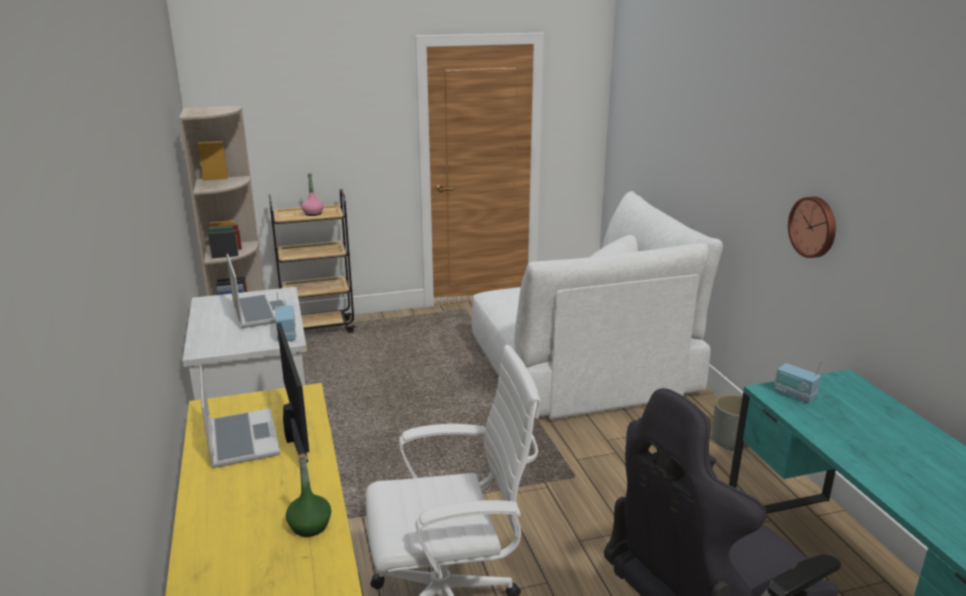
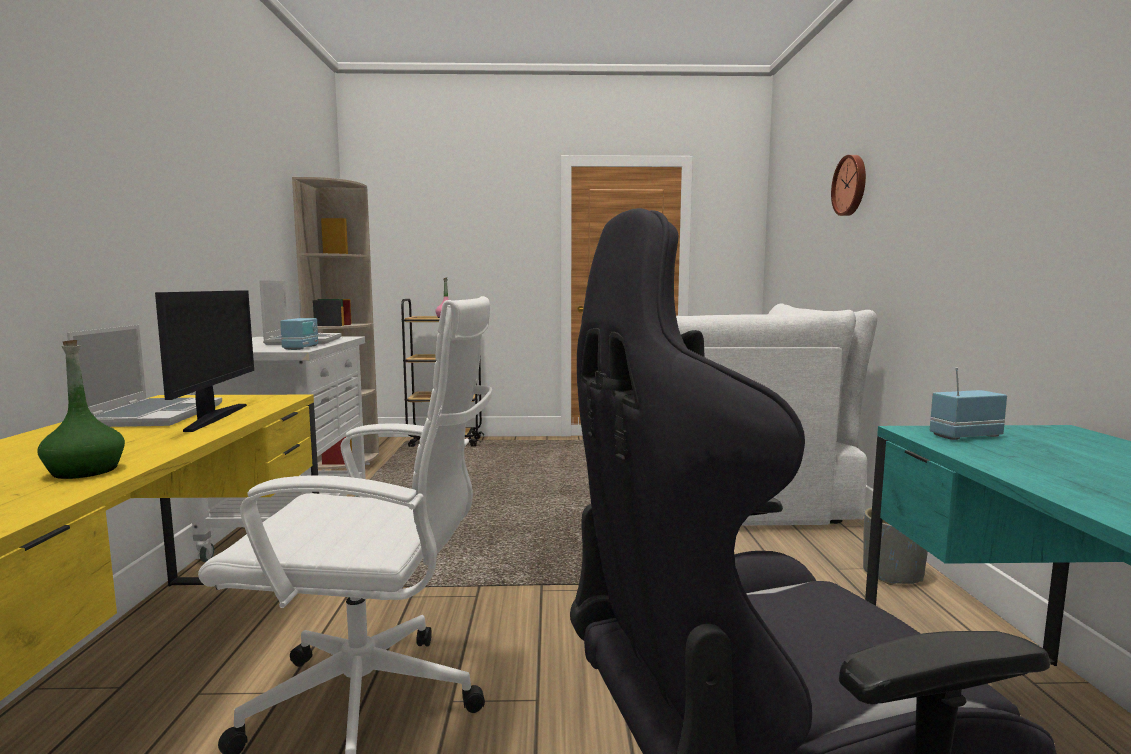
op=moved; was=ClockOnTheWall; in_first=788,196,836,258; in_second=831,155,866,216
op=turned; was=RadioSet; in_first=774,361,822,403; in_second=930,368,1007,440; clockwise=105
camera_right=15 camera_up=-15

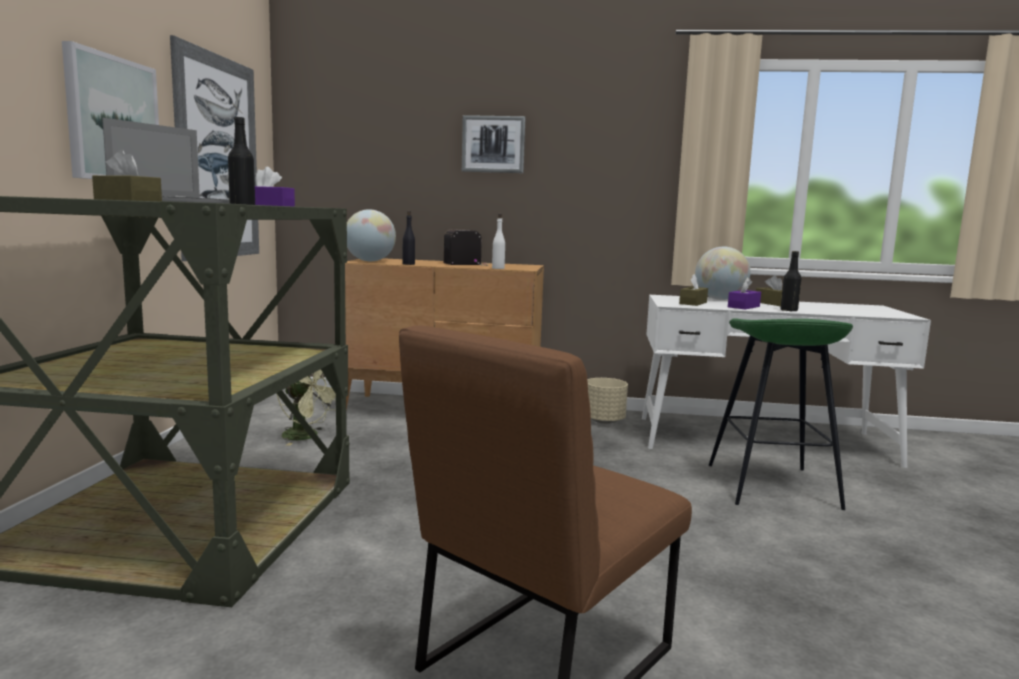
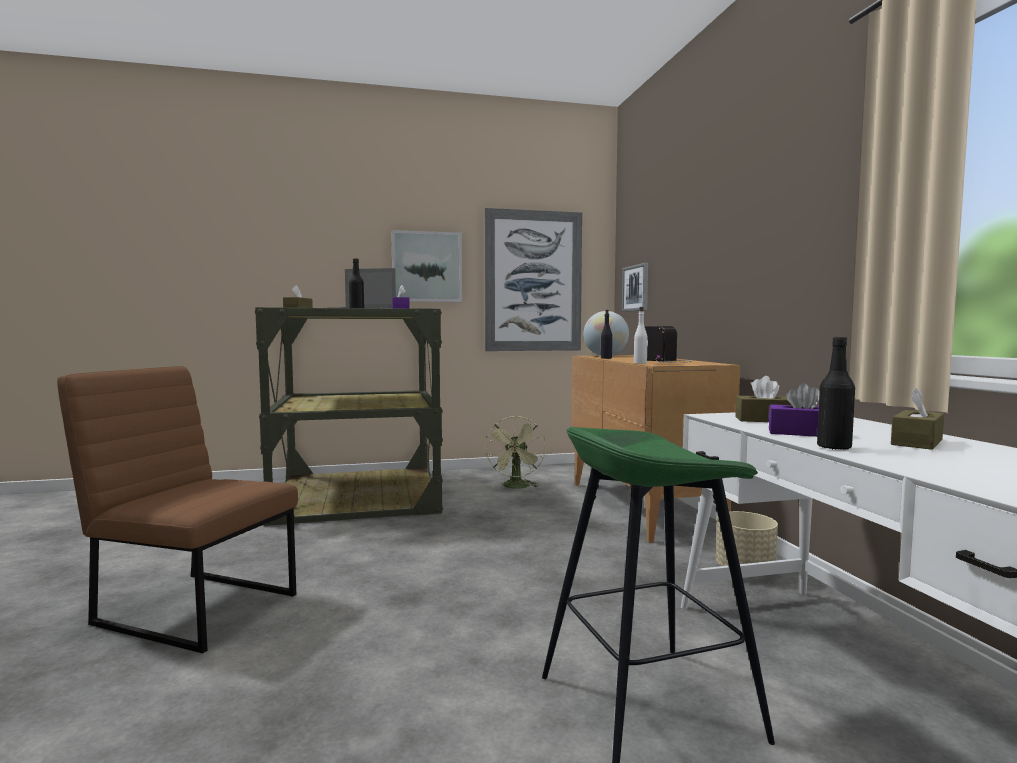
op=moved; was=Picture; in_first=462,115,525,173; in_second=622,263,648,312
op=removed; was=WorldGlobe; in_first=695,247,750,300
camera_right=70 camera_up=-5

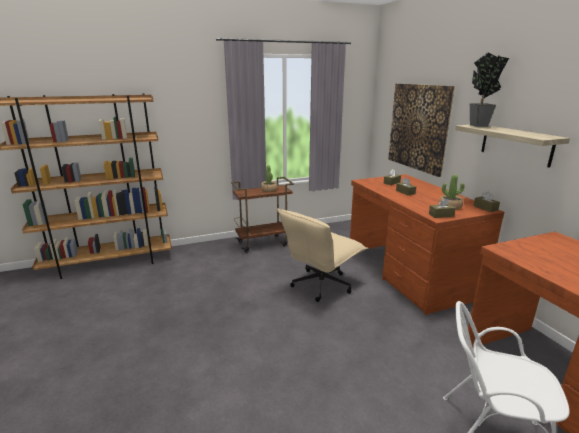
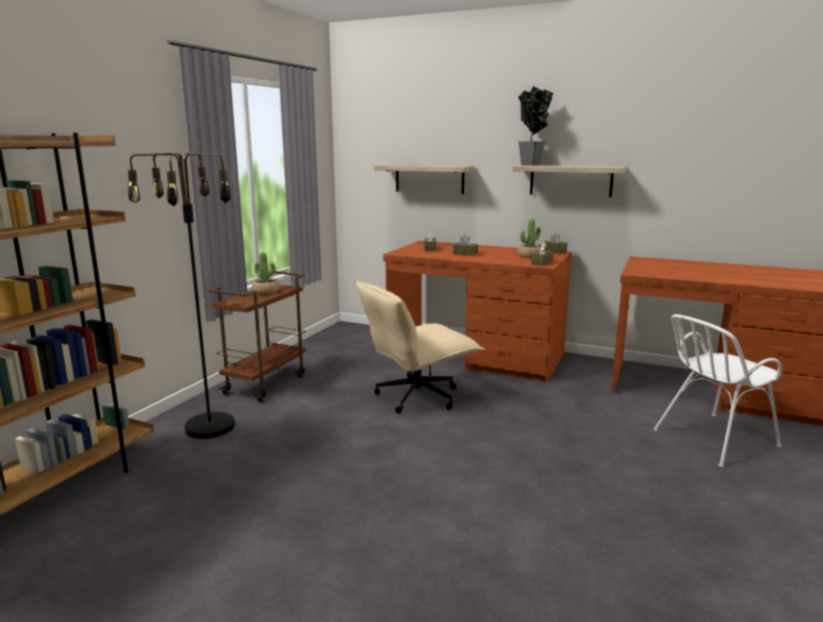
op=added; now=StandingLamp; in_second=128,153,235,439
op=turned; was=BeigeColouredOfficeChair; in_first=277,209,368,302; in_second=355,280,485,414; clockwise=60
op=replaced; was=Picture; now=BracketShelf; in_first=388,84,455,177; in_second=374,164,474,194
camera_right=-45 camera_up=-5

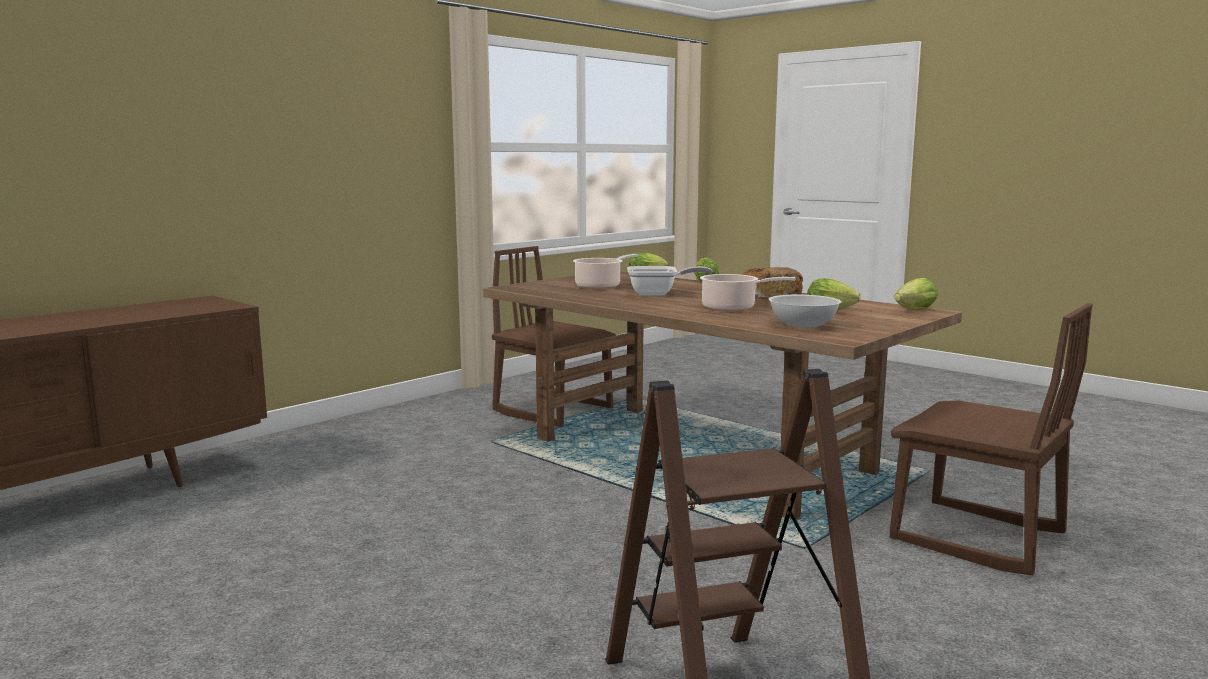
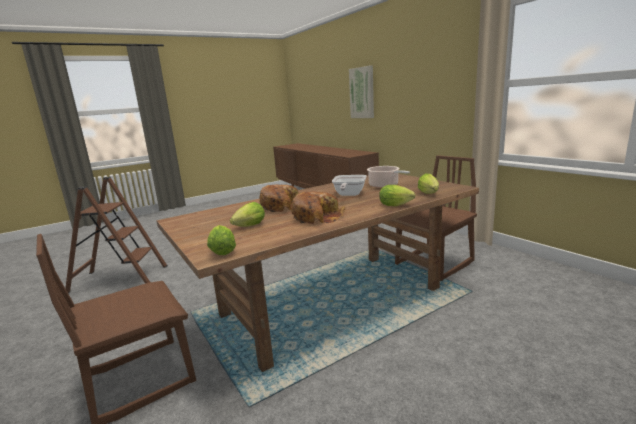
op=replaced; was=CookingPot; now=BakedBread; in_first=700,274,796,312; in_second=259,184,298,212
op=added; now=Picture; in_second=349,65,374,118
op=removed; was=WhiteColouredDeepDish; in_first=769,295,842,328
camera_right=105 camera_up=5

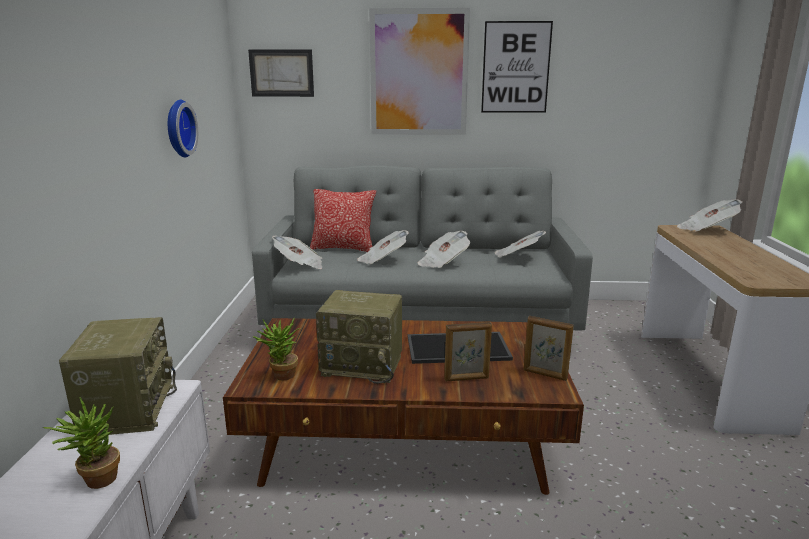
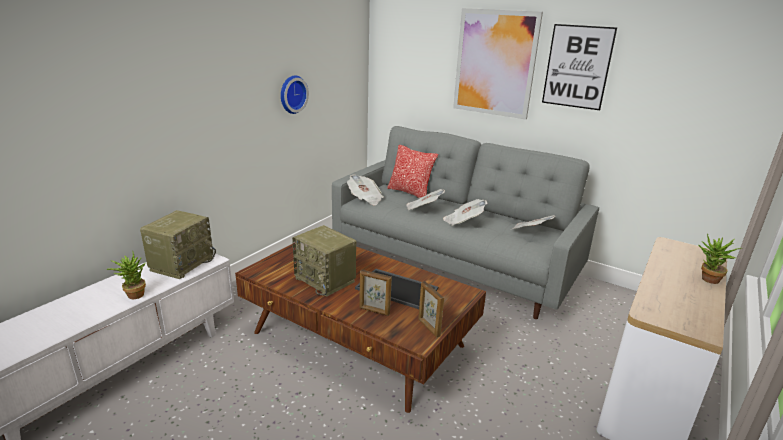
op=moved; was=PlantInAPot; in_first=253,319,300,380; in_second=698,234,741,284
op=removed; was=Picture; in_first=248,49,314,97
op=removed; was=PrintedPaper; in_first=677,199,743,231
camera_right=30 camera_up=5

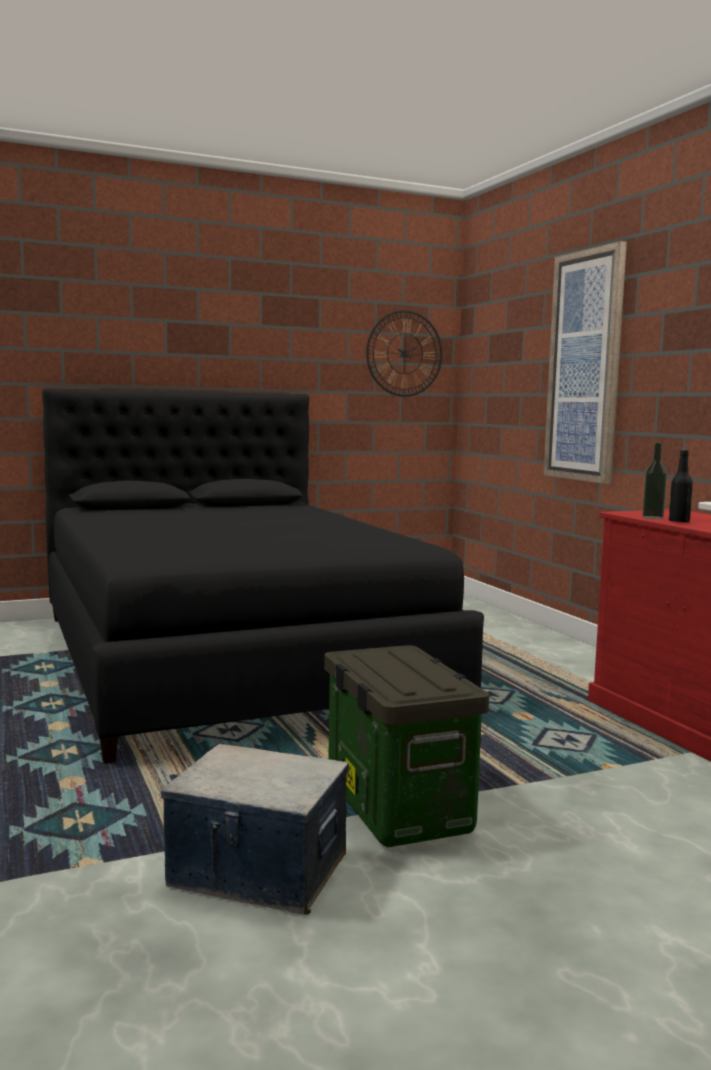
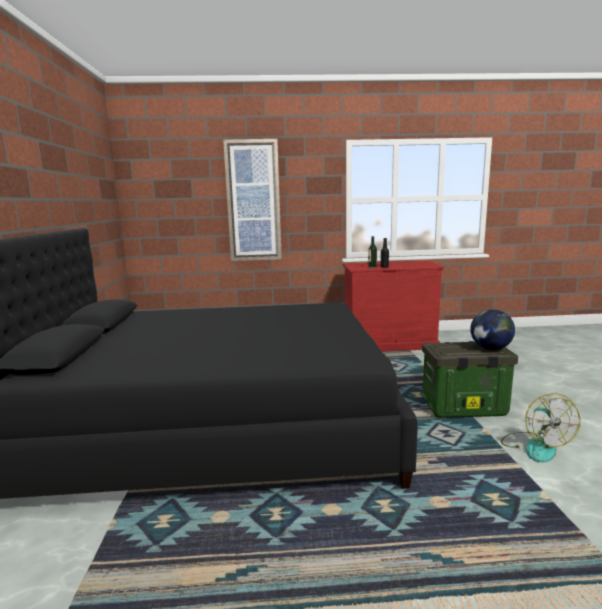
op=added; now=WorldGlobe; in_second=470,309,515,350
op=replaced; was=StorageBin; now=CoolingFan; in_first=161,744,349,915; in_second=501,393,580,462
op=removed; was=ClockOnTheWall; in_first=366,310,443,397
camera_right=-70 camera_up=5

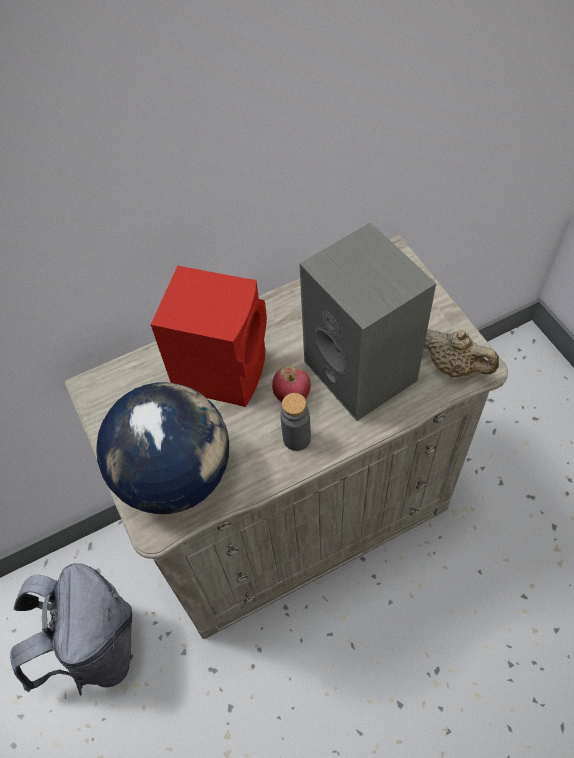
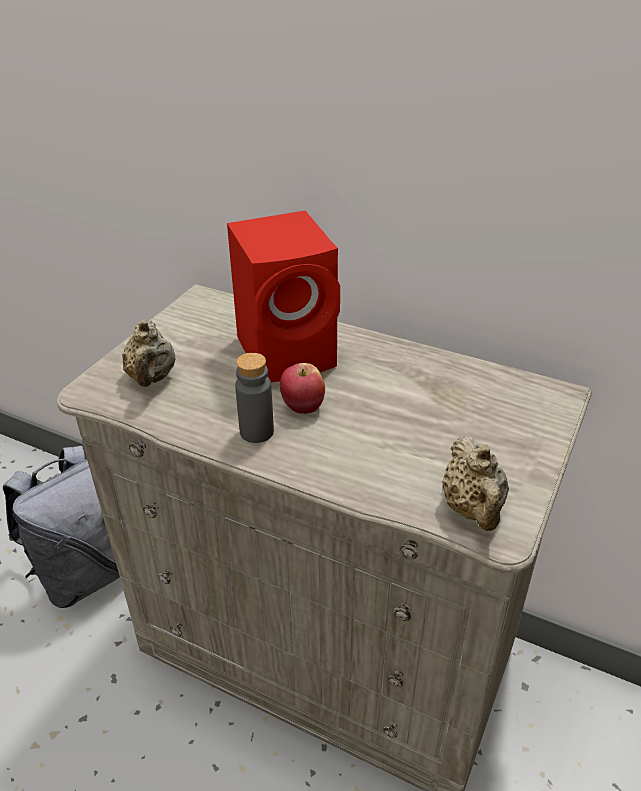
op=replaced; was=WorldGlobe; now=BeigeColouredTeapot; in_first=96,382,229,514; in_second=122,320,175,387
op=removed; was=GrayAudioSpeaker; in_first=299,222,436,421
camera_right=50 camera_up=-20

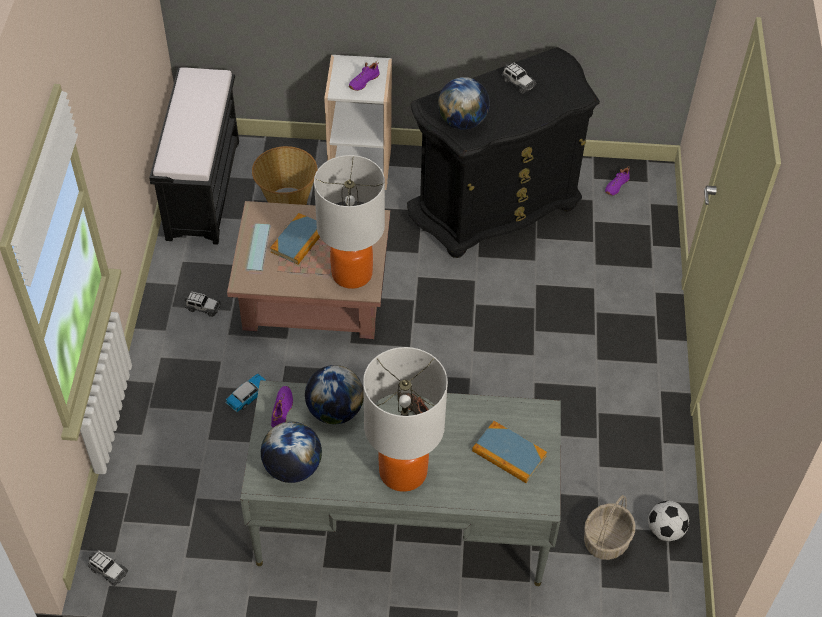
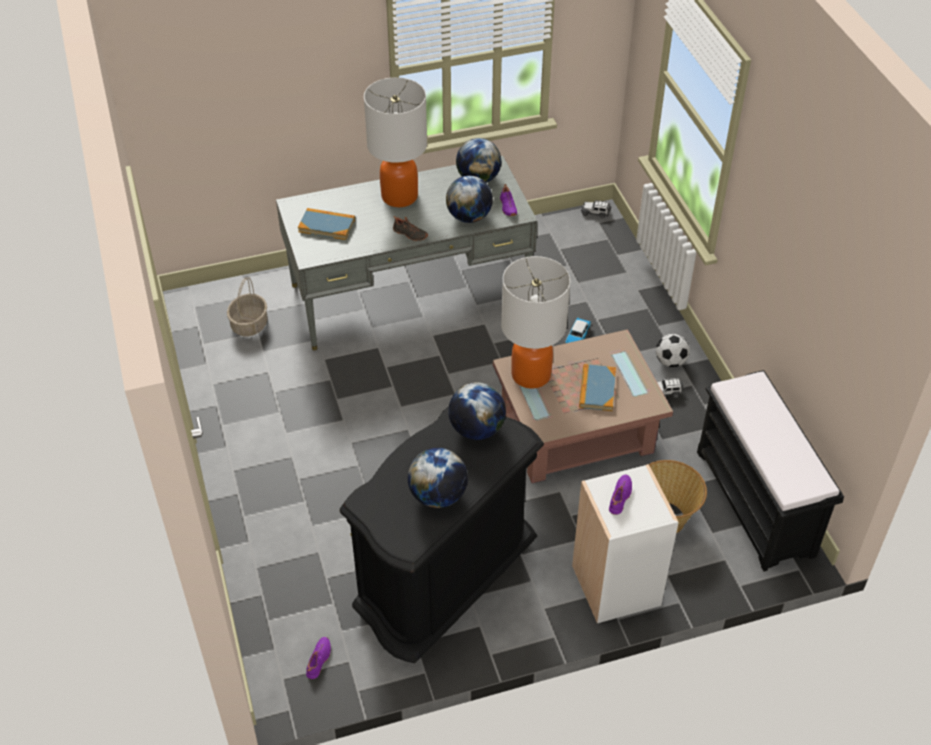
op=replaced; was=MiniatureCar; now=WorldGlobe; in_first=501,63,536,94; in_second=408,448,468,508
op=moved; was=Football; in_first=648,501,689,542; in_second=656,334,690,367
camera_right=160 camera_up=-5

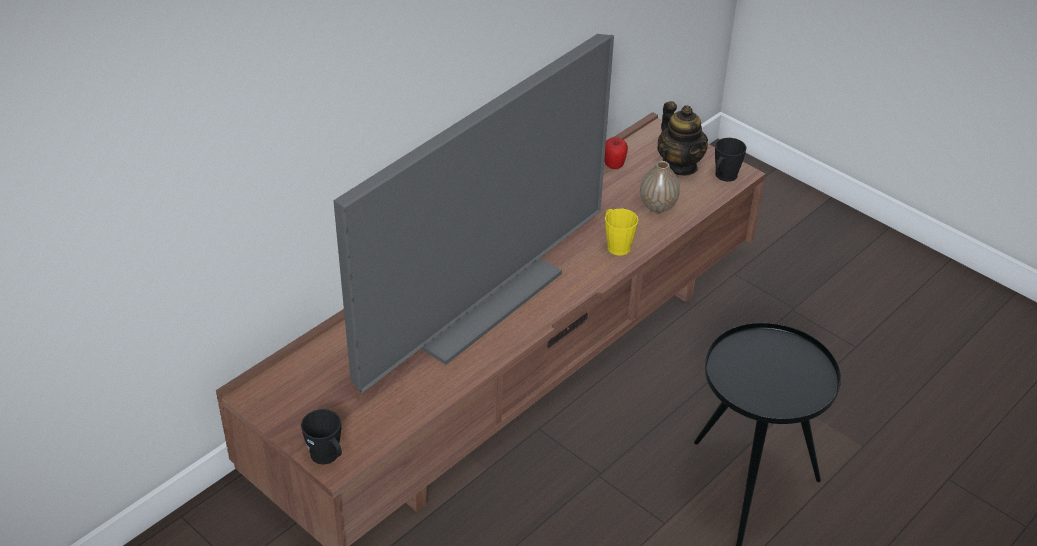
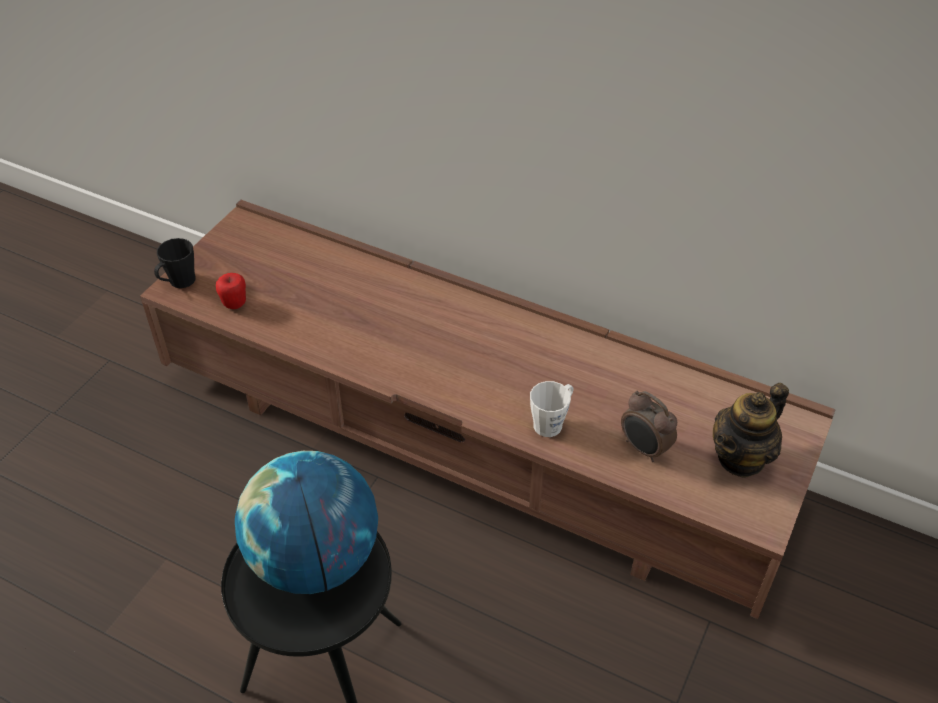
op=moved; was=WholeApple; in_first=604,137,628,169; in_second=216,273,246,309
op=added; now=WorldGlobe; in_second=235,451,378,594
op=recoloured; was=YellowTeaMug; now=WhiteColouredTeaMug; in_first=605,209,639,256; in_second=530,381,574,437
op=replaced; was=FlowerVase; now=TableClock; in_first=640,161,680,213; in_second=621,391,677,462
op=removed; was=Tv; in_first=333,34,614,394
op=removed; was=BlackColouredTeaMug; in_first=715,138,747,182
camera_right=75 camera_up=5

